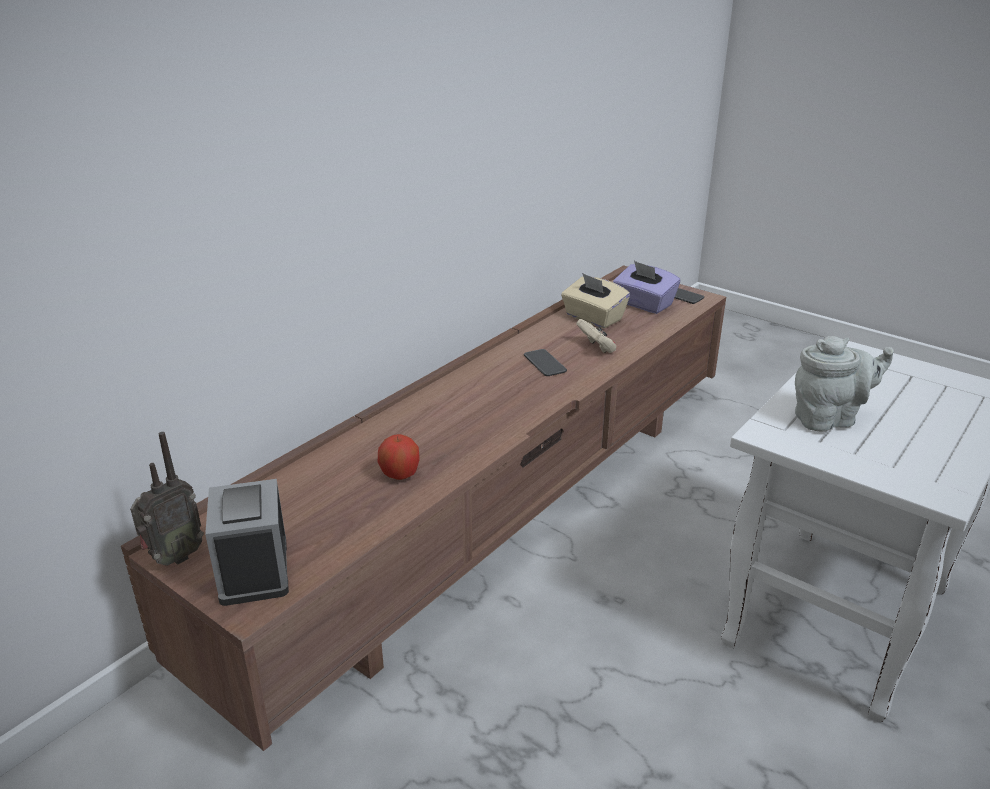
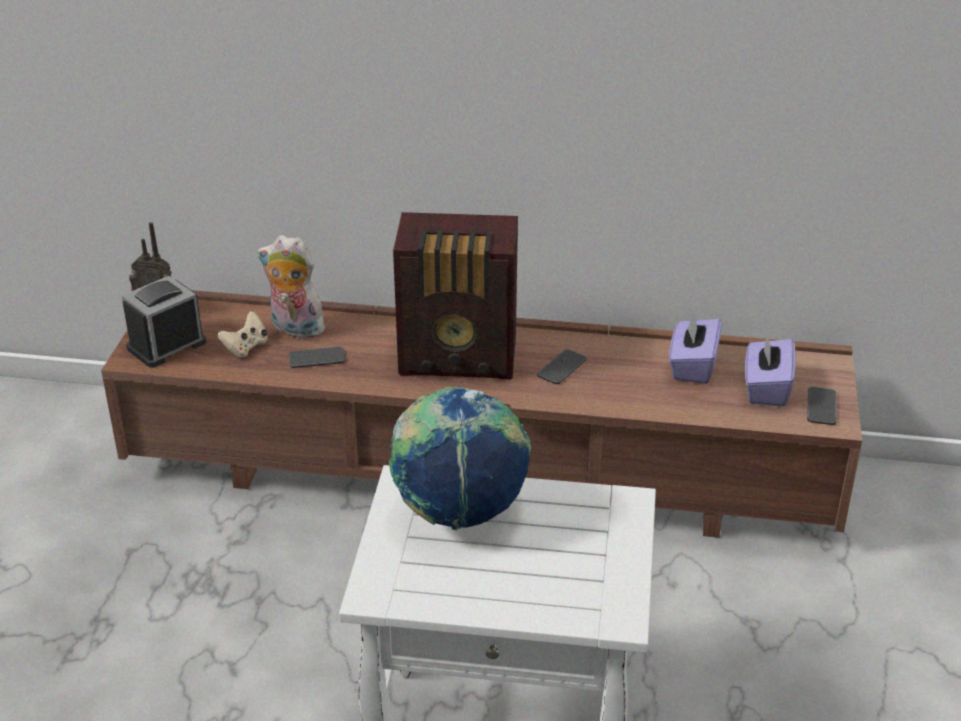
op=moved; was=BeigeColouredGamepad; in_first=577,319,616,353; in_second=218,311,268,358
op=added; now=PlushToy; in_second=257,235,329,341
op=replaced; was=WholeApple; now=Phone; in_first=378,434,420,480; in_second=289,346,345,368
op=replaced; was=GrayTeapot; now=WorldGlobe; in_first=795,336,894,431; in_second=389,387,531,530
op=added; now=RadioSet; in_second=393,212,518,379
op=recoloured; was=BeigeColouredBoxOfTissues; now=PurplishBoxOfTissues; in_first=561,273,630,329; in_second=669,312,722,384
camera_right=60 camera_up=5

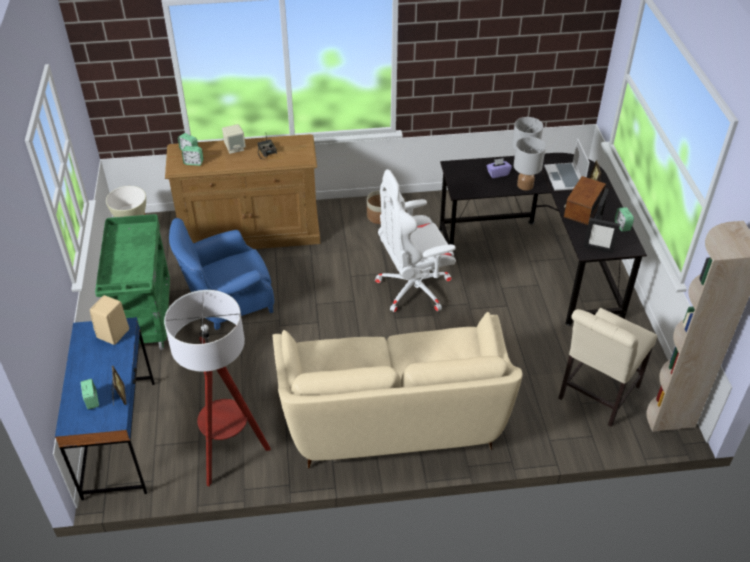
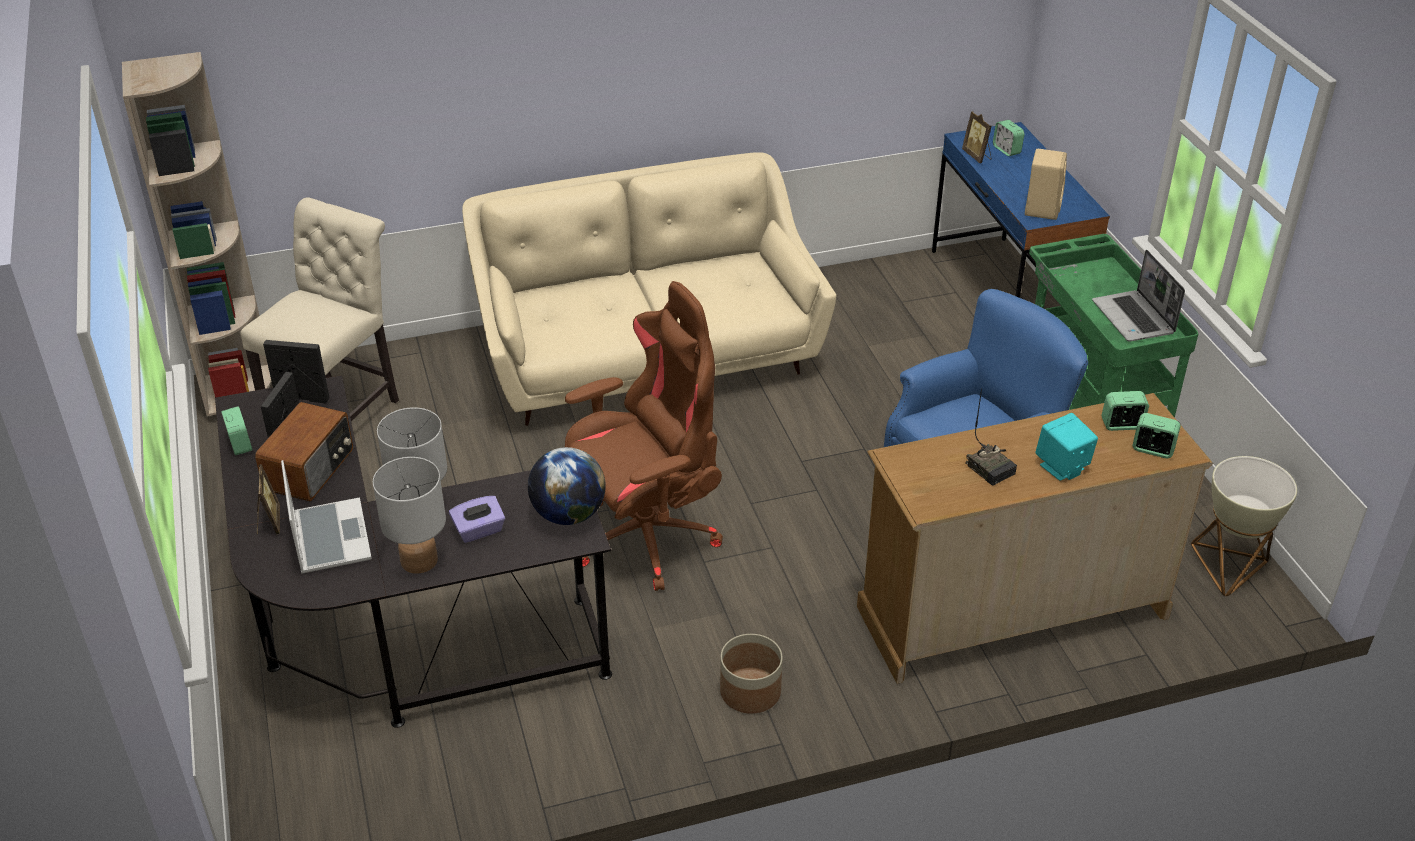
op=added; now=WorldGlobe; in_second=528,447,606,525
op=recoloured; was=WhiteColouredOfficeChair; now=BrownOfficeChair; in_first=375,169,456,312; in_second=565,281,723,591
op=recoloured; was=BeigeColouredAudioSpeaker; now=BlueGreenAudioSpeaker; in_first=222,124,246,154; in_second=1035,413,1098,481
op=added; now=Laptop; in_second=1092,250,1185,341
op=removed; was=StandingLamp; in_first=164,290,271,487
camera_right=170 camera_up=-5

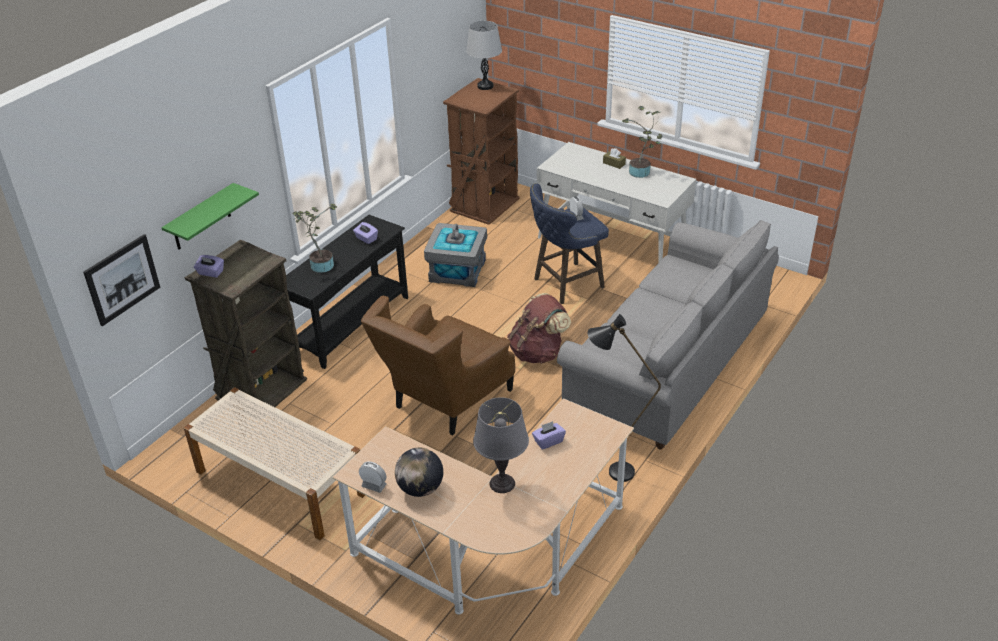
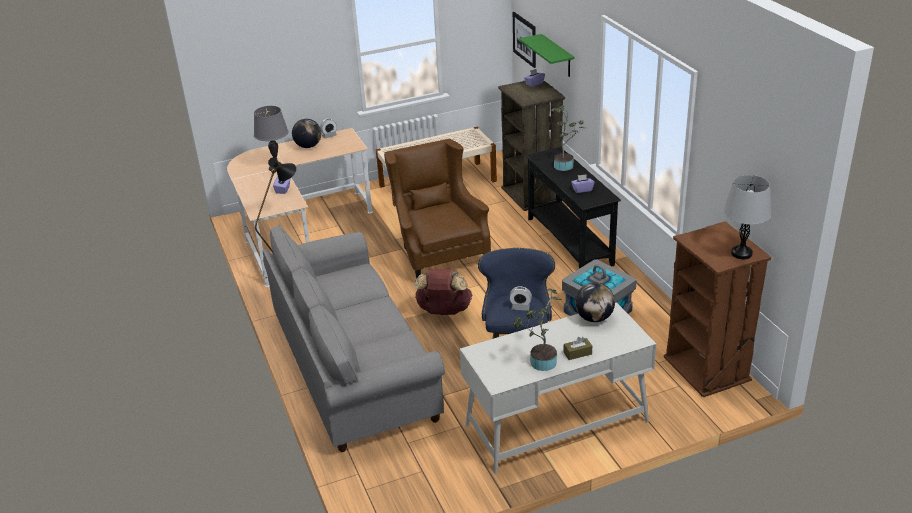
op=added; now=WorldGlobe; in_second=575,282,615,322
camera_right=125 camera_up=-5

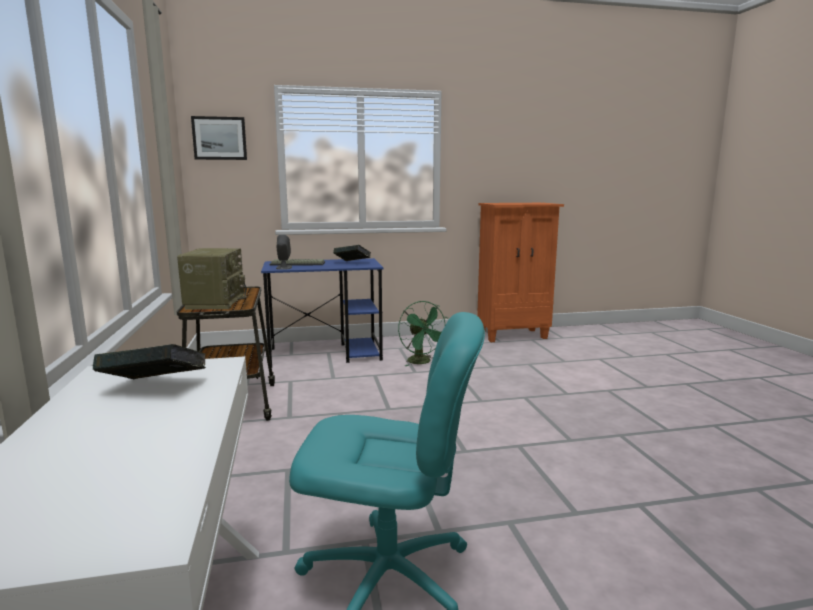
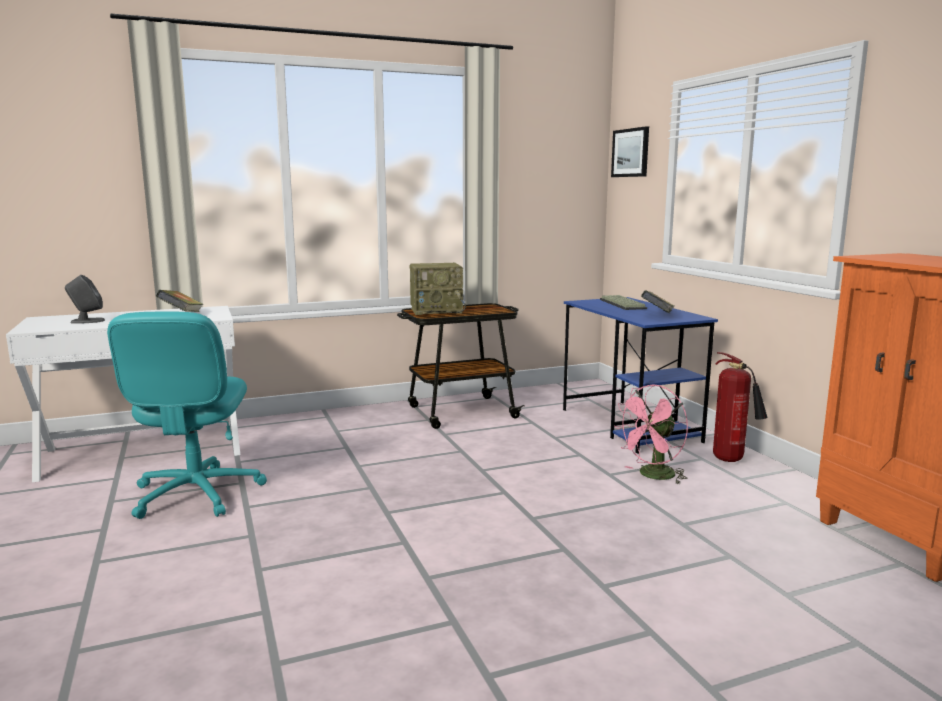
op=moved; was=GrayAudioSpeaker; in_first=276,235,292,270; in_second=65,275,105,324
op=recoloured; was=GreenColouredCoolingFan; now=PinkishCoolingFan; in_first=398,301,448,366; in_second=614,384,688,484
op=added; now=FireExtinguisher; in_second=713,352,767,462
camera_right=80 camera_up=0

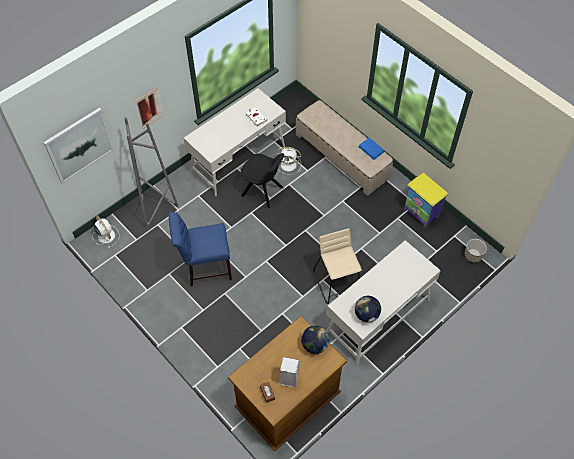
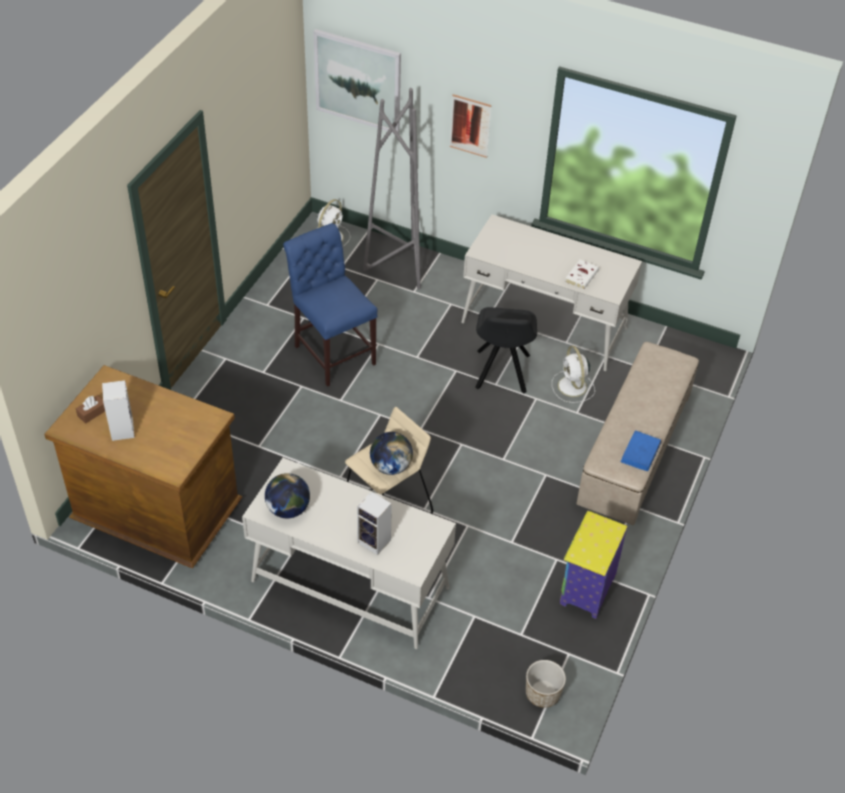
op=added; now=AudioSpeaker; in_second=357,491,392,555
op=moved; was=WorldGlobe; in_first=301,325,330,354; in_second=370,432,413,475
camera_right=65 camera_up=-10

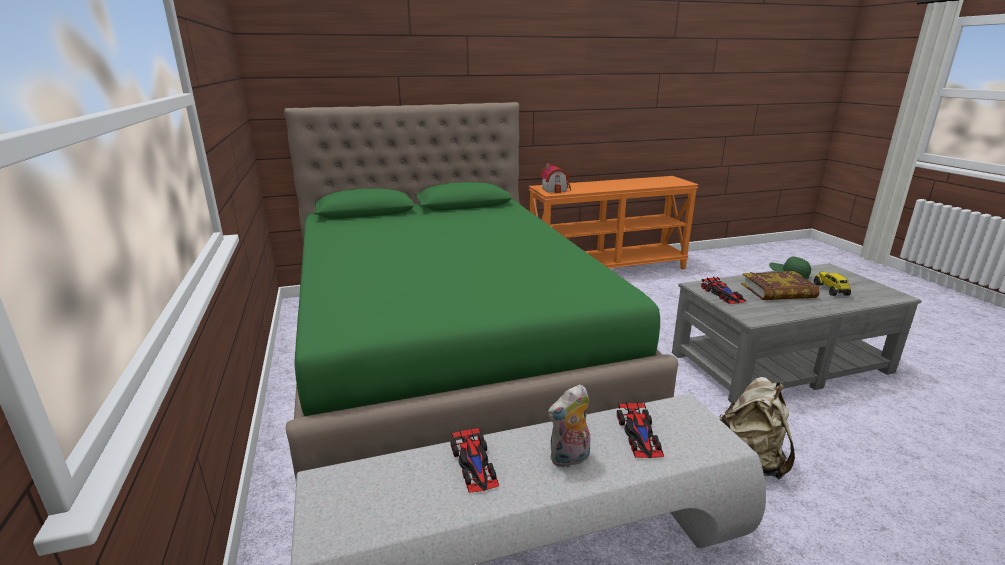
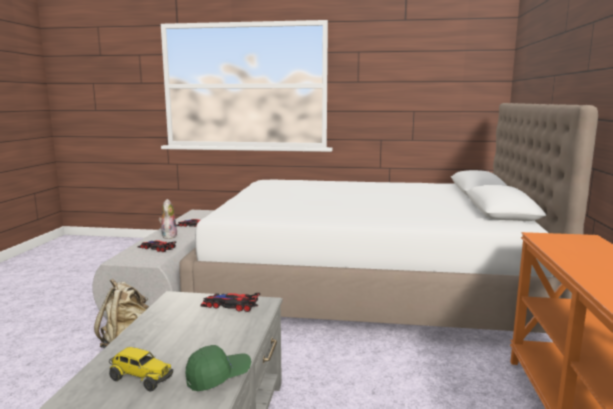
op=recoloured; was=GreenColouredSleepingBed; now=WhiteColouredSleepingBed; in_first=284,102,679,479; in_second=179,103,598,333
op=removed; was=ModelHouse; in_first=540,164,571,193
op=removed; was=Volume; in_first=741,271,820,300
camera_right=115 camera_up=-10

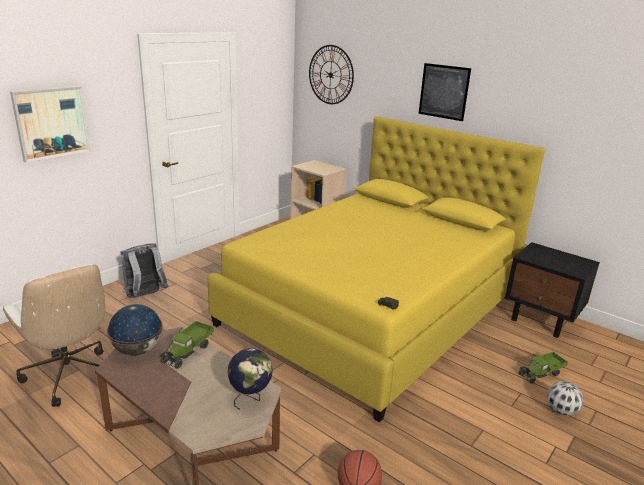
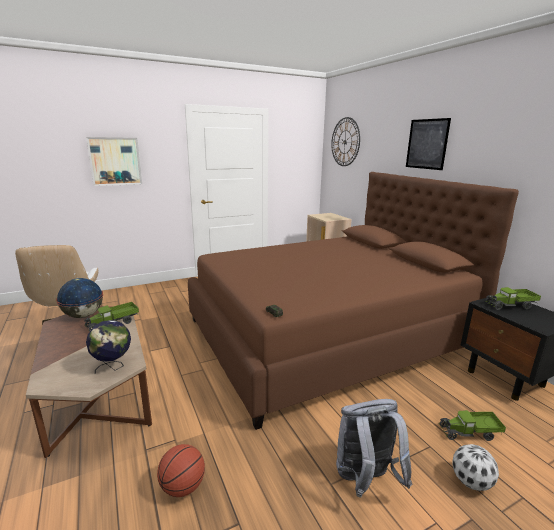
op=recoloured; was=YellowSleepingBed; now=BrownSleepingBed; in_first=208,116,545,423; in_second=188,172,519,430
op=moved; was=GrayBackpack; in_first=120,243,168,298; in_second=336,399,412,498
op=added; now=ToyTruck; in_second=485,287,541,310
camera_right=25 camera_up=-5

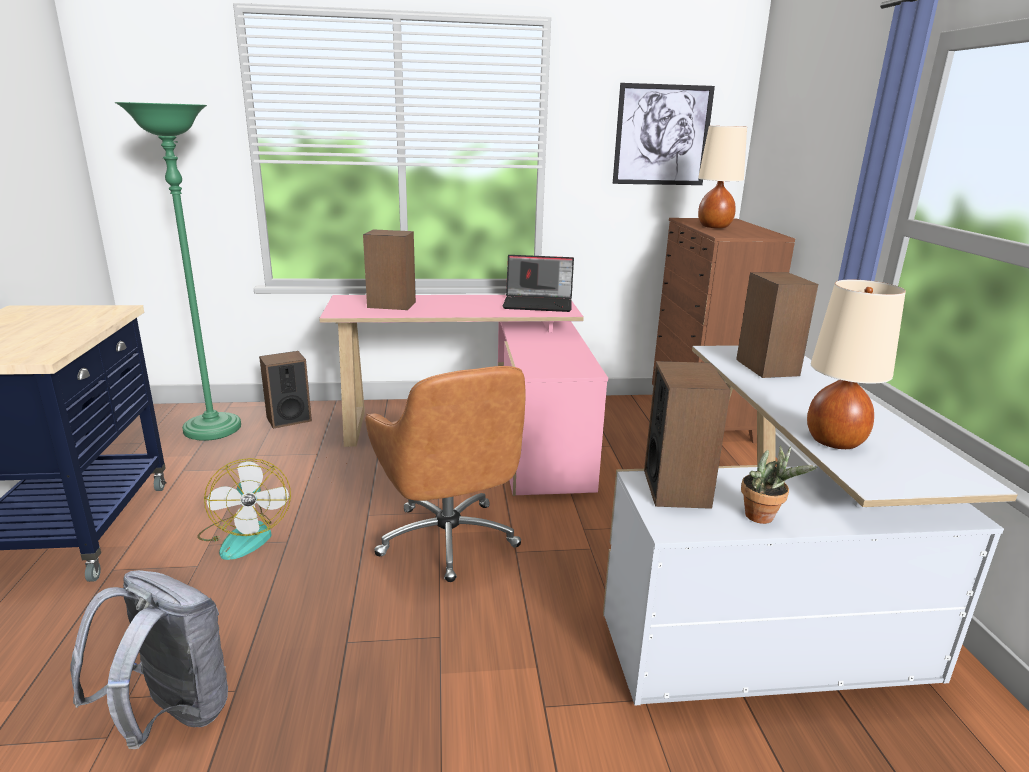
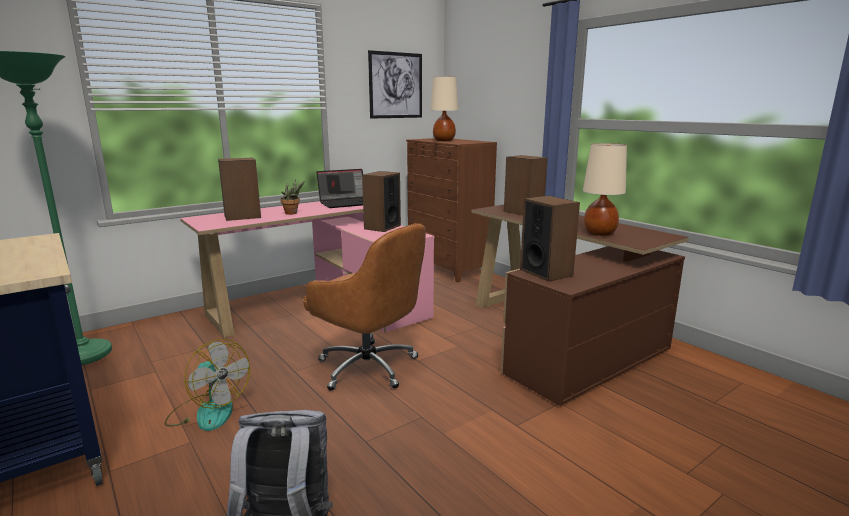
op=moved; was=PlantInAPot; in_first=741,446,817,524; in_second=280,179,305,215
op=moved; was=AudioSpeaker; in_first=259,351,312,429; in_second=362,171,401,232
op=recoloured; was=WhiteColouredDeskTable; now=BrownDeskTable; in_first=603,345,1018,706; in_second=471,204,689,406
camera_right=-30 camera_up=-5

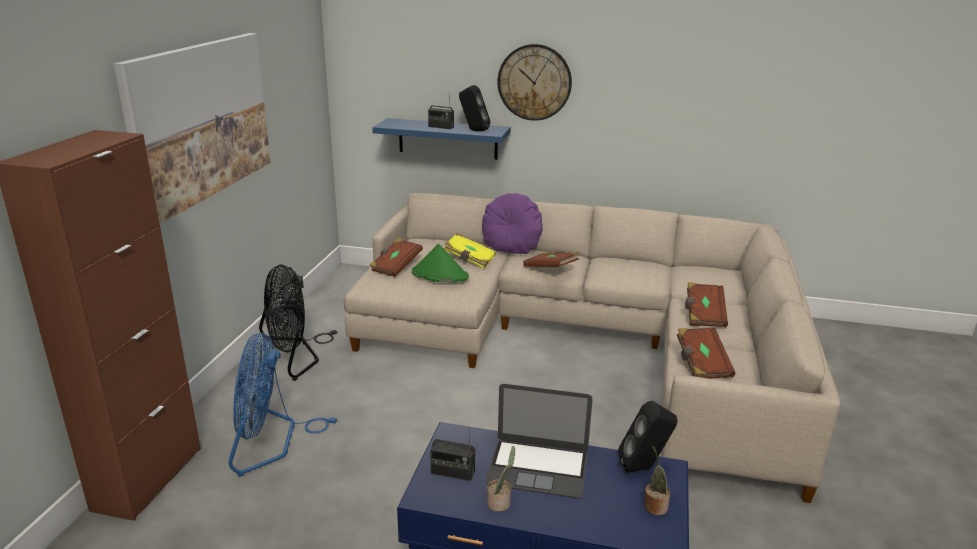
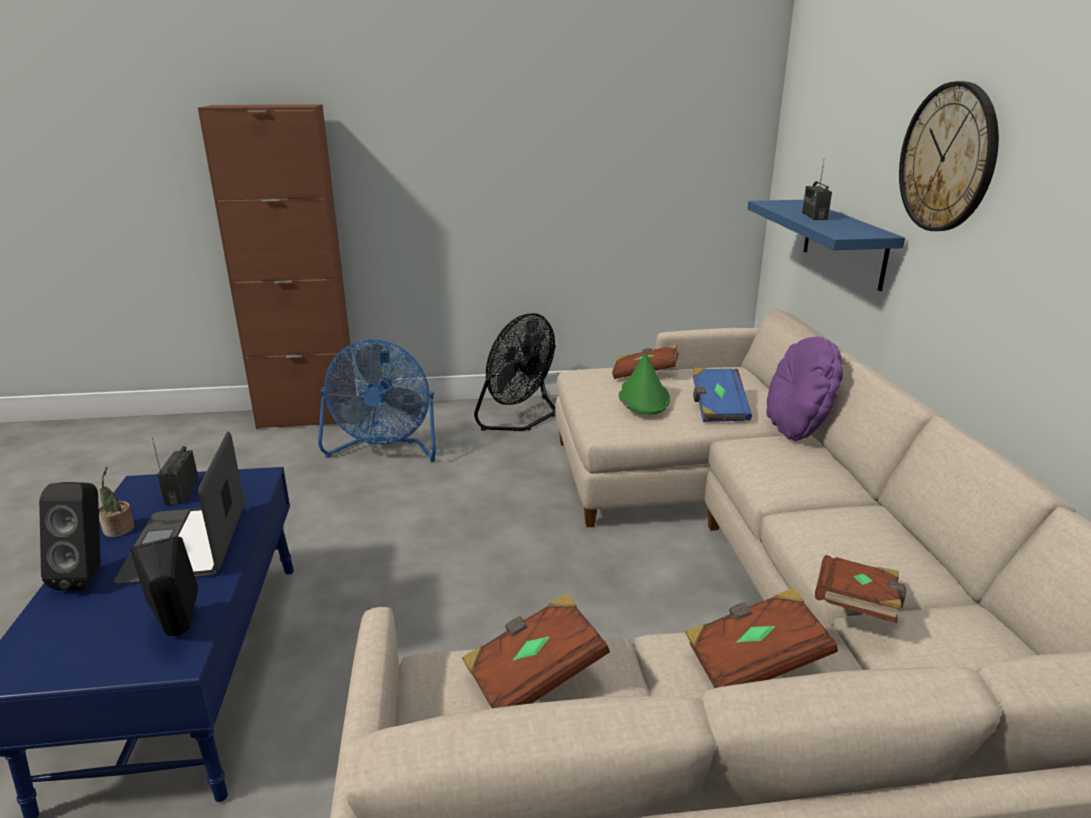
op=moved; was=BlackColouredAudioSpeaker; in_first=459,85,490,131; in_second=39,482,100,590
op=turned; was=BluishCoolingFan; in_first=228,332,339,477; in_second=318,339,436,462; clockwise=-150
op=recoloured; was=YellowVolume; now=BluishVolume; in_first=444,234,496,269; in_second=693,368,752,422
op=moved; was=BrownVolume; in_first=523,251,579,267; in_second=815,555,906,623
op=removed; was=Picture; in_first=113,33,271,224
op=removed; was=PlantInAPot; in_first=644,446,670,515
camera_right=70 camera_up=0

